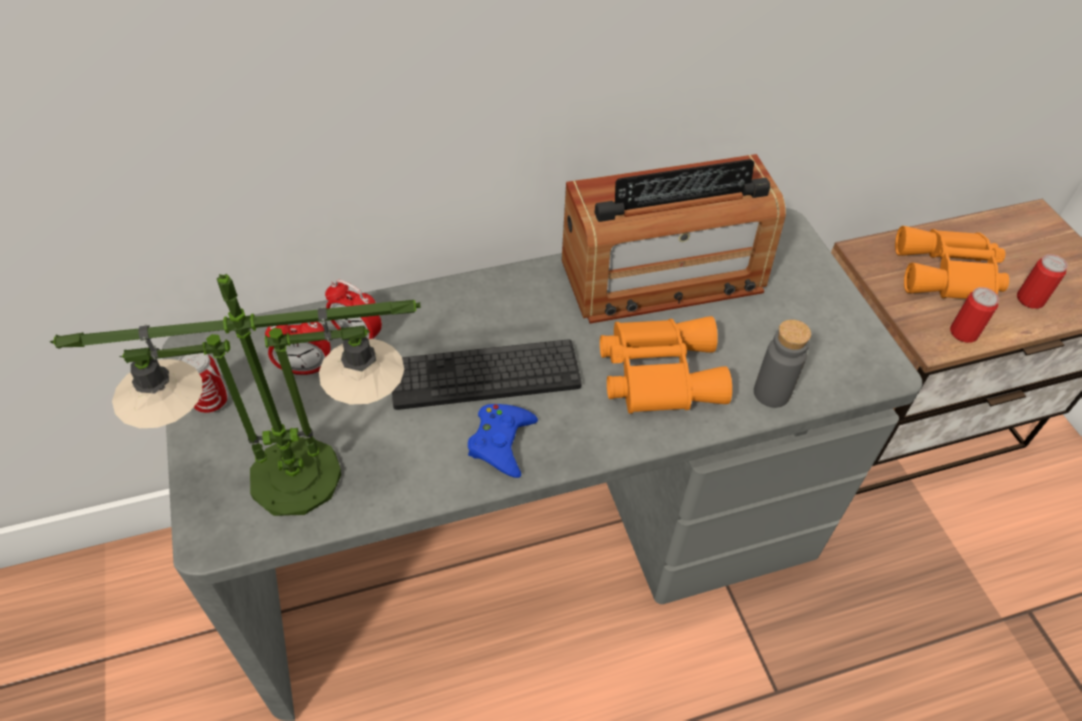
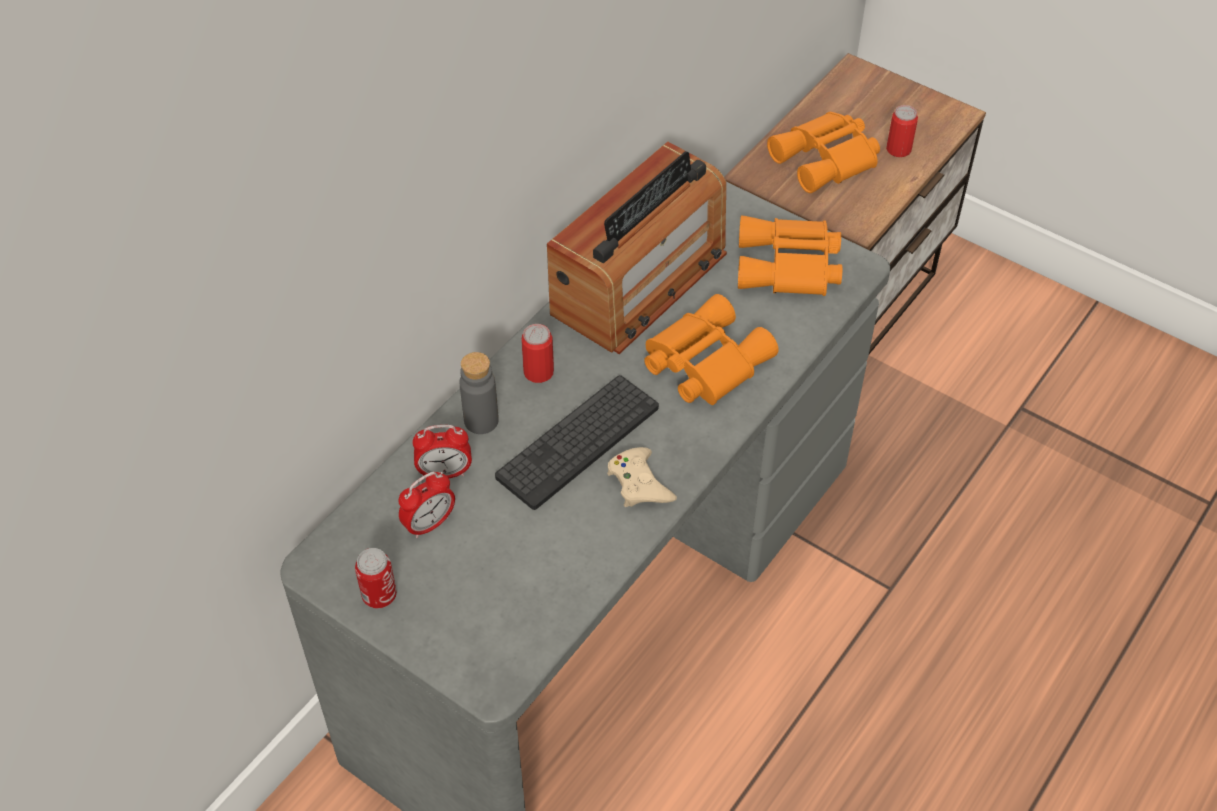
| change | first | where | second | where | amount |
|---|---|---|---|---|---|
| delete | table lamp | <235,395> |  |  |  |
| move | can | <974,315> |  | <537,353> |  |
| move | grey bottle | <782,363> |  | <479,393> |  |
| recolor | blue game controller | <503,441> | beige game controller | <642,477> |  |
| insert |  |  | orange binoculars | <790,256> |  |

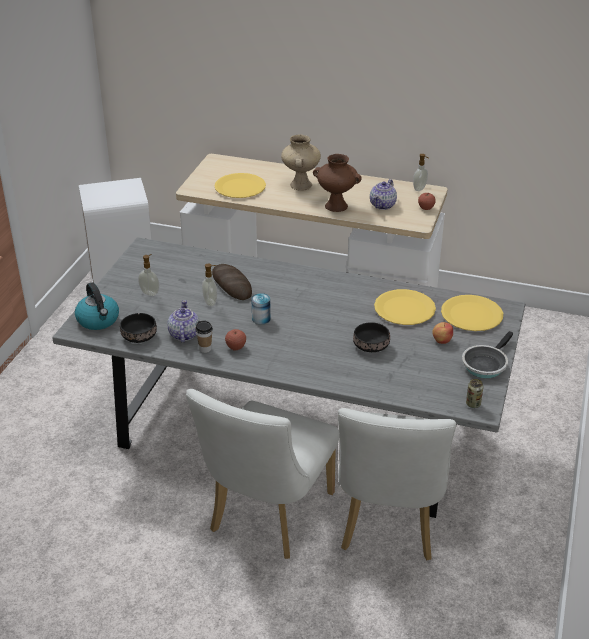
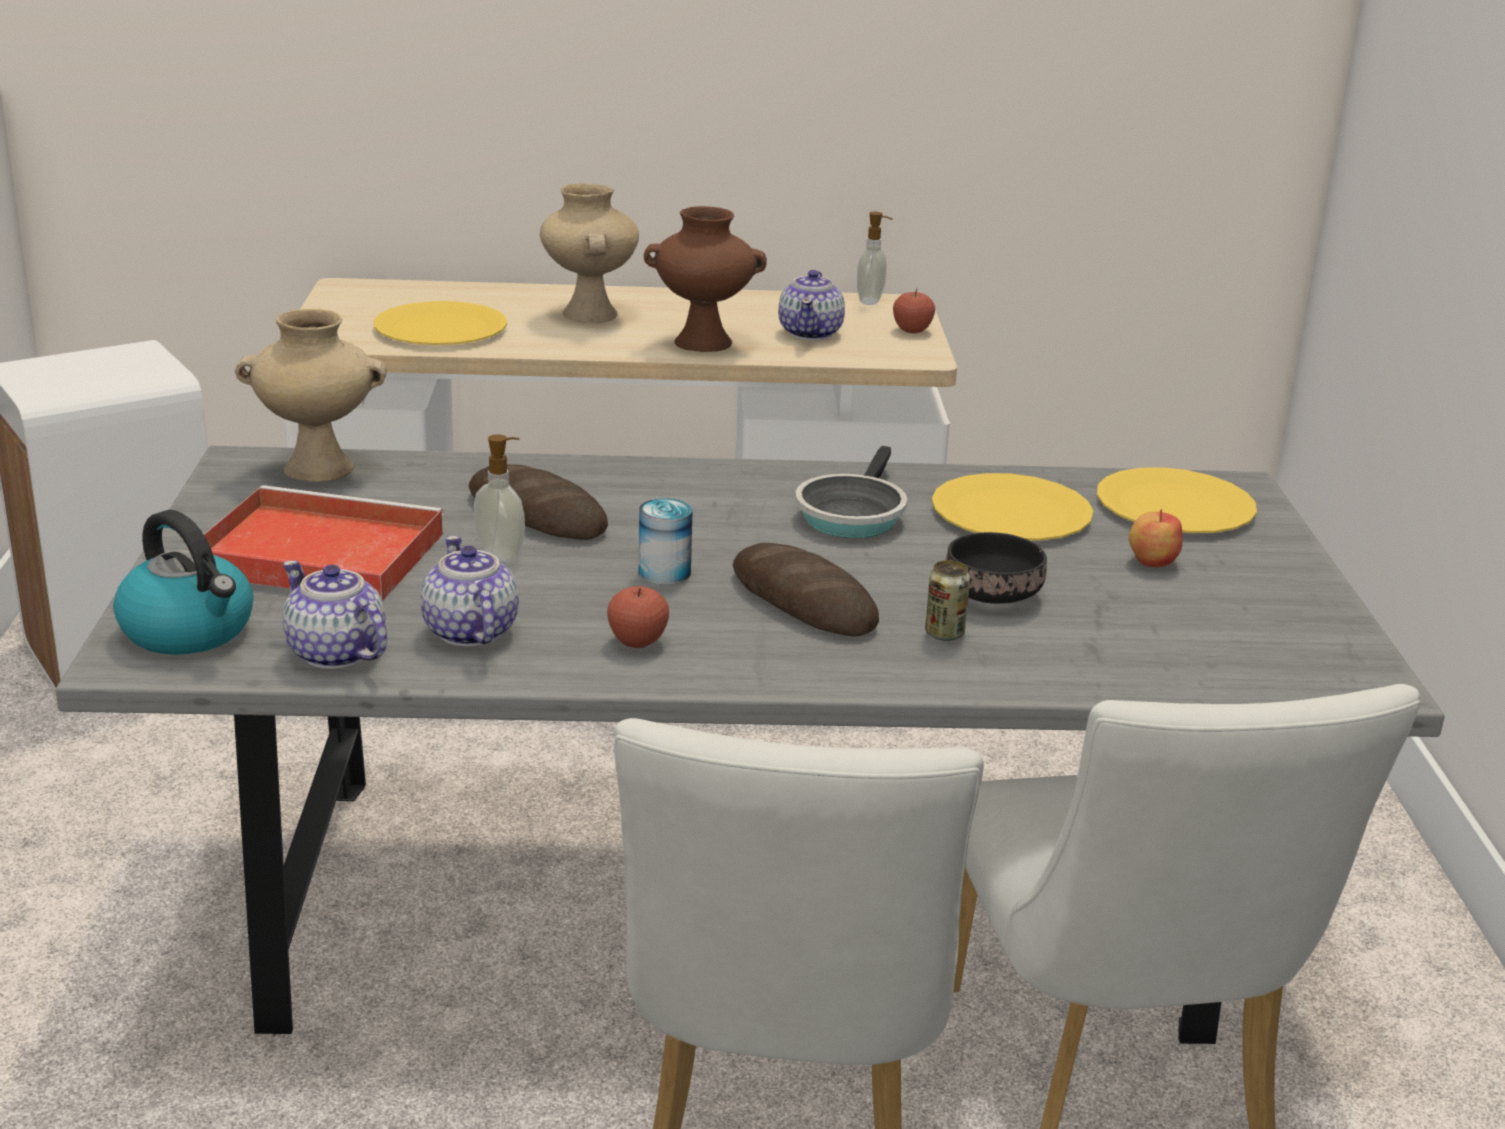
| change | first | where | second | where | amount |
|---|---|---|---|---|---|
| replace | soap dispenser | <148,275> | red tray | <315,543> |  |
| replace | black bowl | <138,328> | teapot | <335,615> |  |
| delete | cup | <204,336> |  |  |  |
| move | frying pan | <487,354> |  | <851,492> |  |
| move | can | <474,393> |  | <947,600> |  |
| insert |  |  | beige vase | <311,395> |  |
| insert |  |  | bread | <806,590> |  |

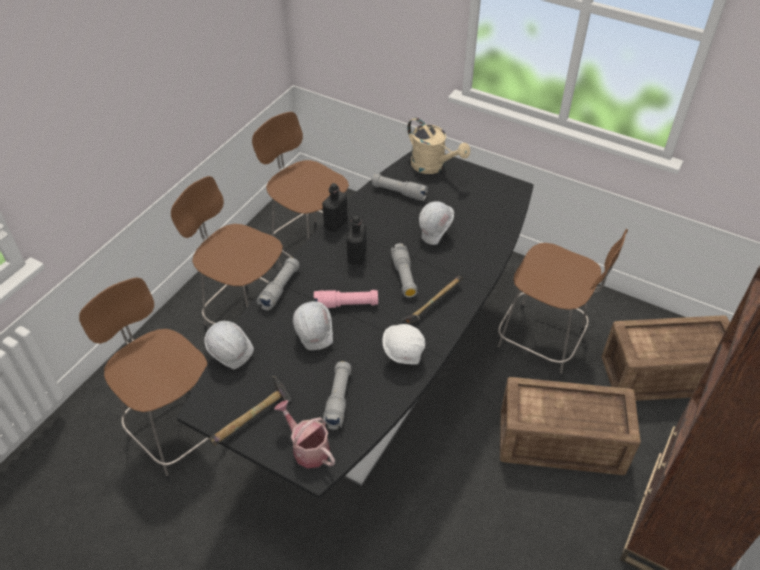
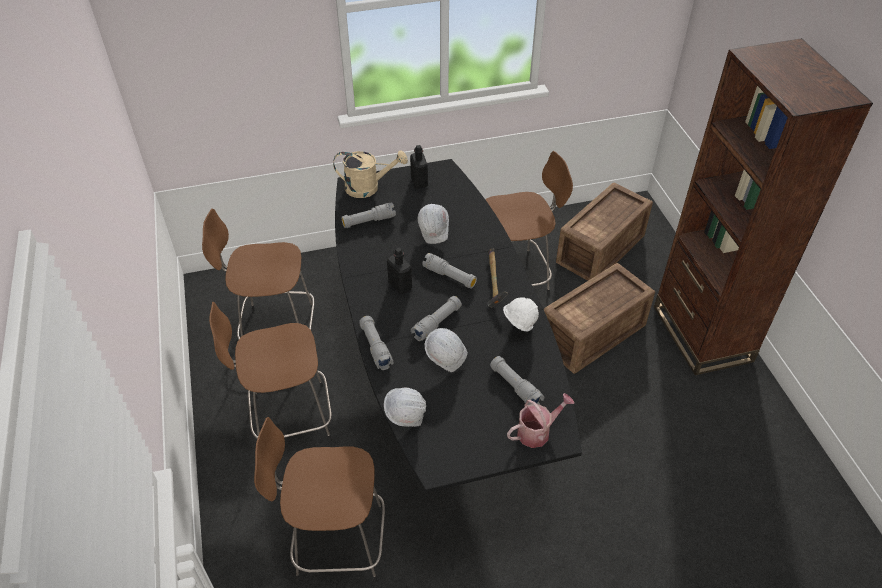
| change | first | where | second | where | amount |
|---|---|---|---|---|---|
| move | black bottle | <335,207> |  | <419,167> |  |
| recolor | pink flashlight | <346,299> | grey flashlight | <436,318> |  |
| delete | hammer | <250,411> |  |  |  |
| rotate | watering can | <304,434> |  | <541,420> | 150 degrees clockwise |

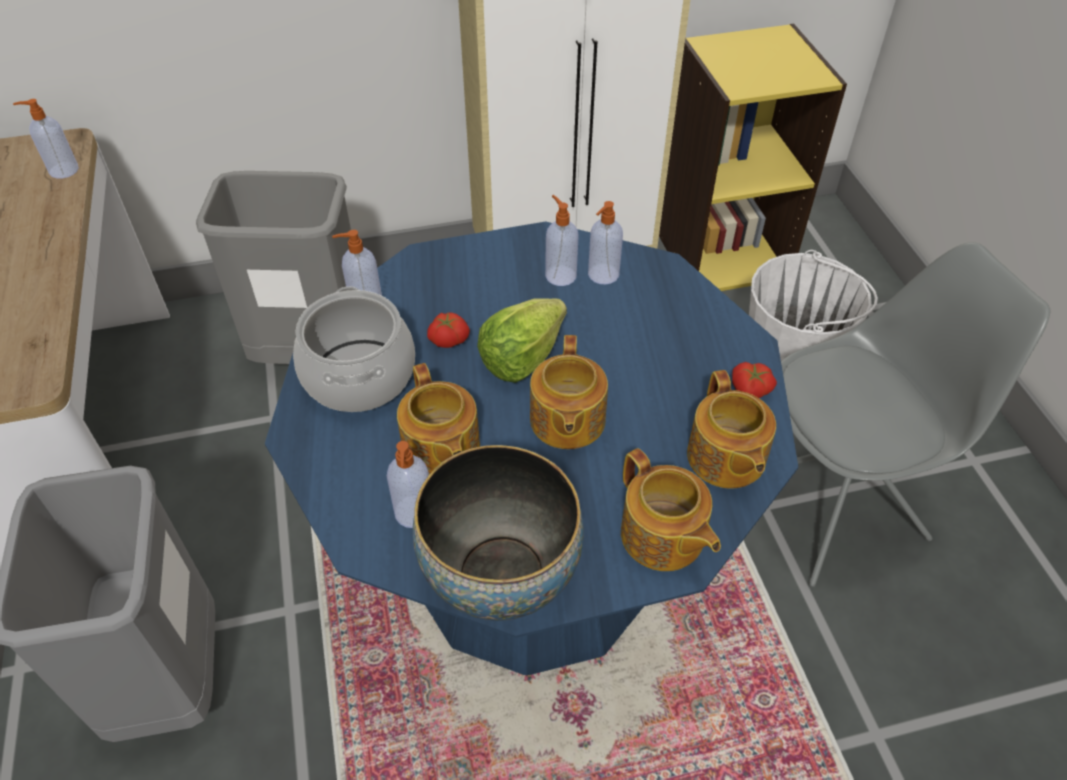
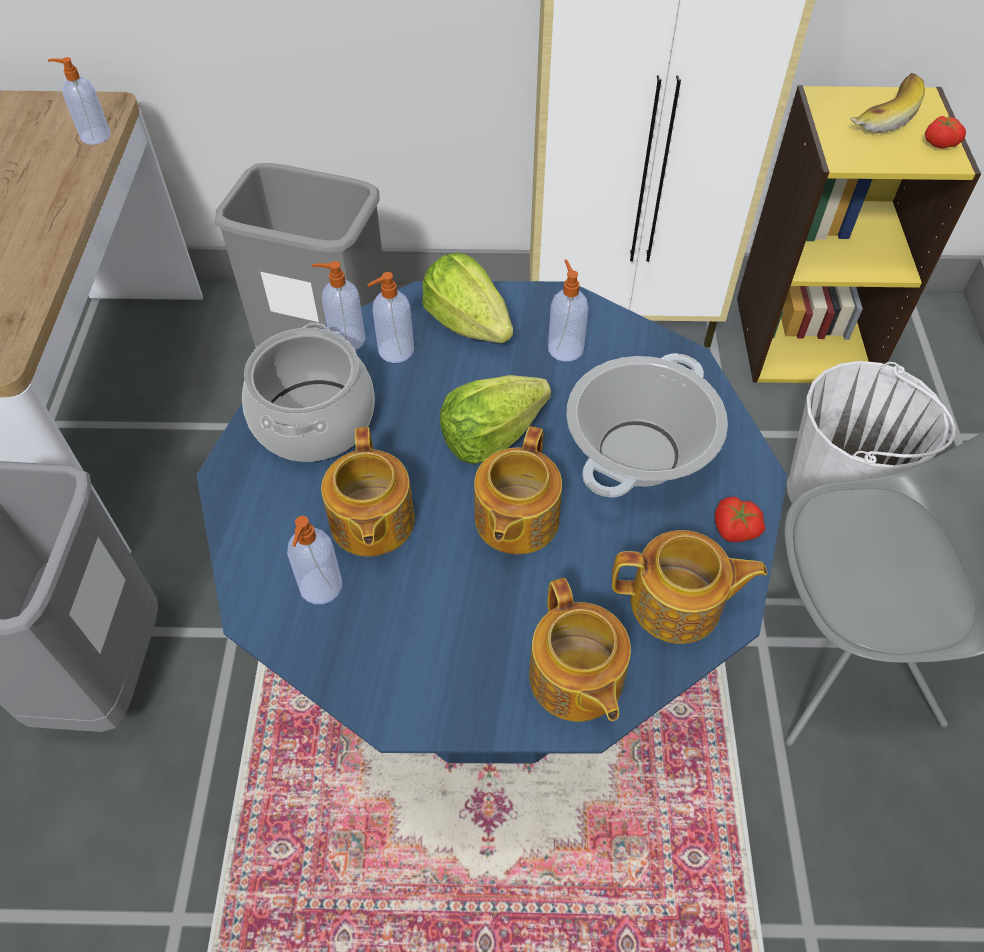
| change | first | where | second | where | amount |
|---|---|---|---|---|---|
| move | soap dispenser | <605,243> |  | <390,317> |  |
| move | tomato | <448,330> |  | <945,132> |  |
| rotate | teapot | <731,429> |  | <689,587> | 90 degrees counterclockwise |
| delete | bowl | <498,533> |  |  |  |
| insert |  |  | banana | <887,103> |  |
| insert |  |  | lettuce | <467,297> |  |
| insert |  |  | cooking pot | <647,425> |  |

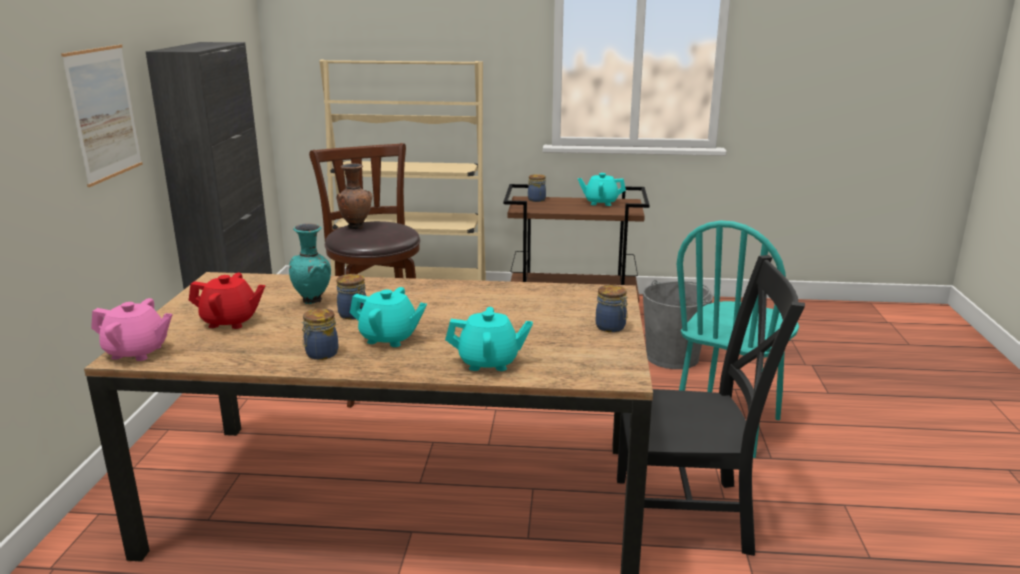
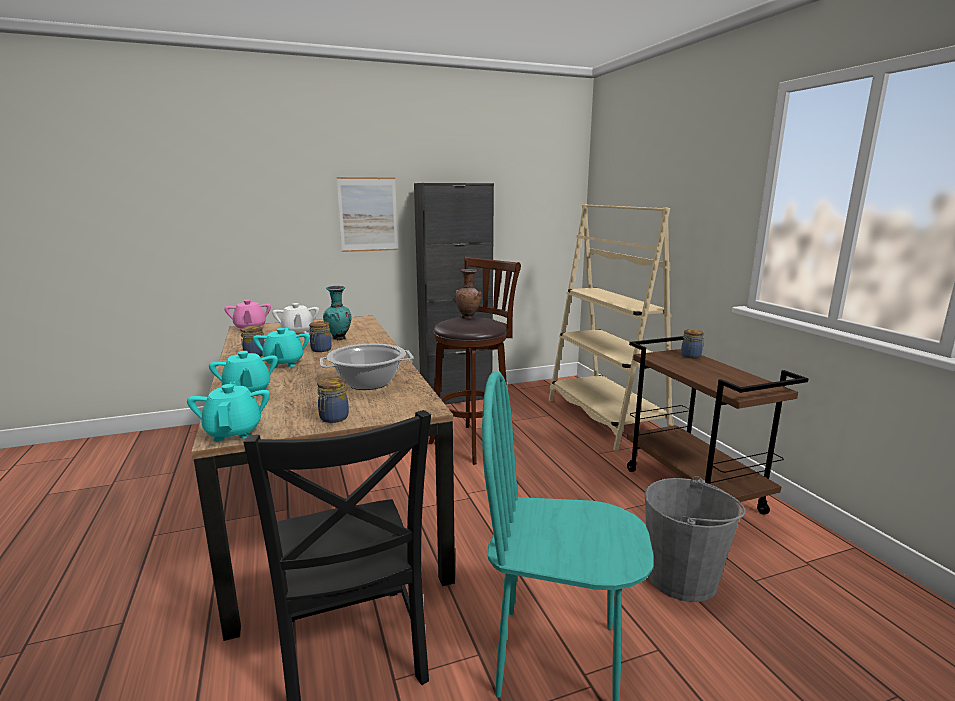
| change | first | where | second | where | amount |
|---|---|---|---|---|---|
| move | turquoise teapot | <602,189> |  | <228,411> |  |
| recolor | red teapot | <227,301> | white teapot | <295,318> |  |
| insert |  |  | cooking pot | <367,367> |  |

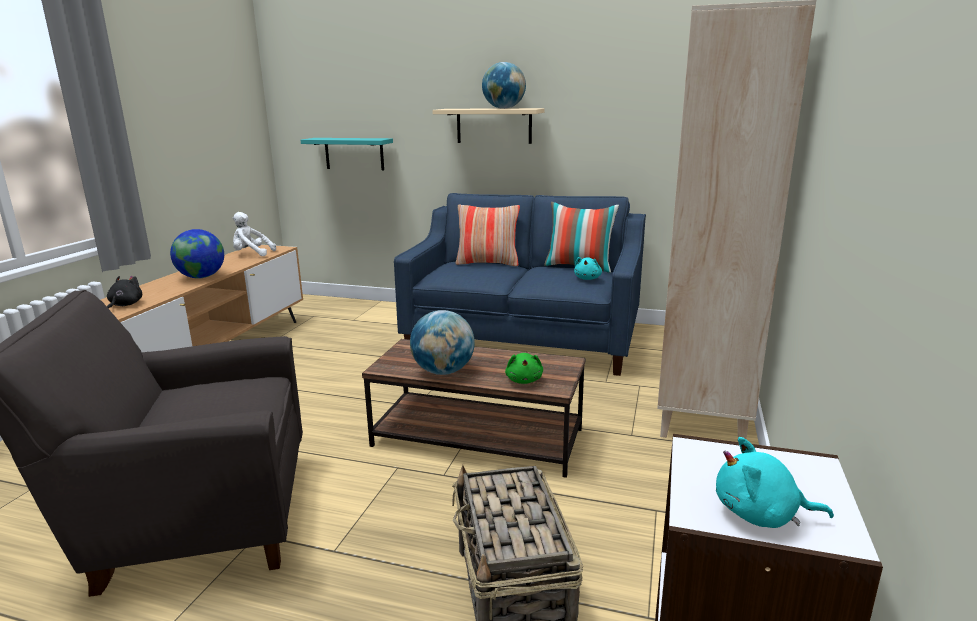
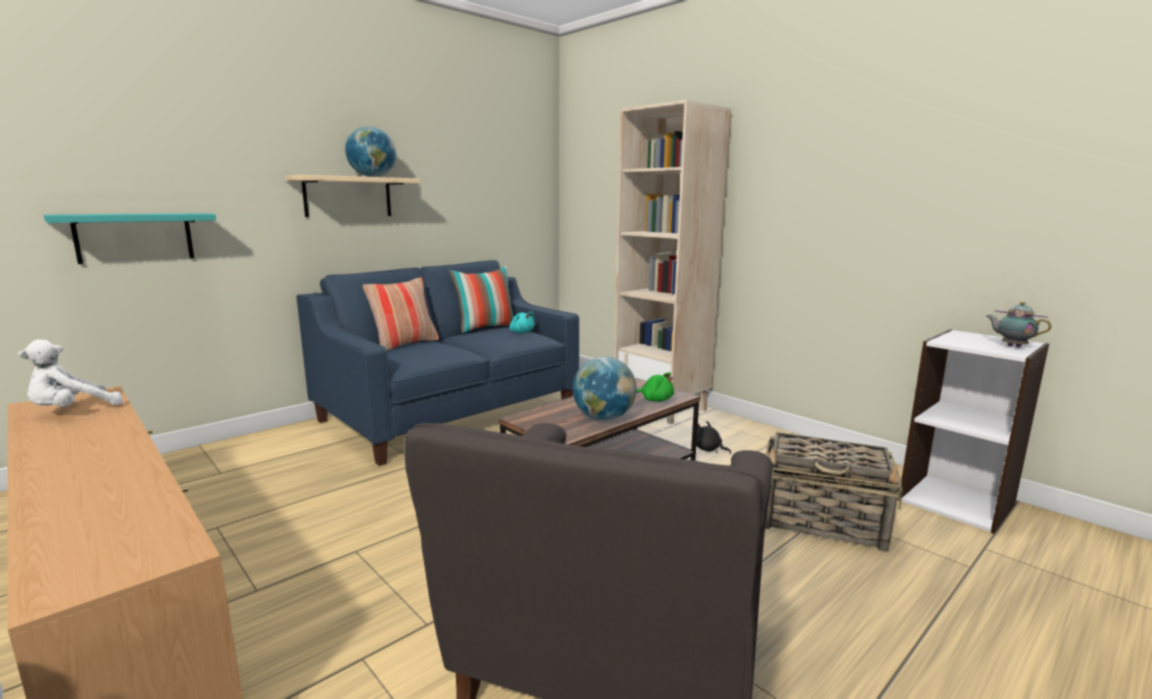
| change | first | where | second | where | amount |
|---|---|---|---|---|---|
| delete | globe | <197,254> |  |  |  |
| move | black plush toy | <124,292> |  | <713,437> |  |
| replace | turquoise plush toy | <775,482> | teapot | <1019,325> |  |

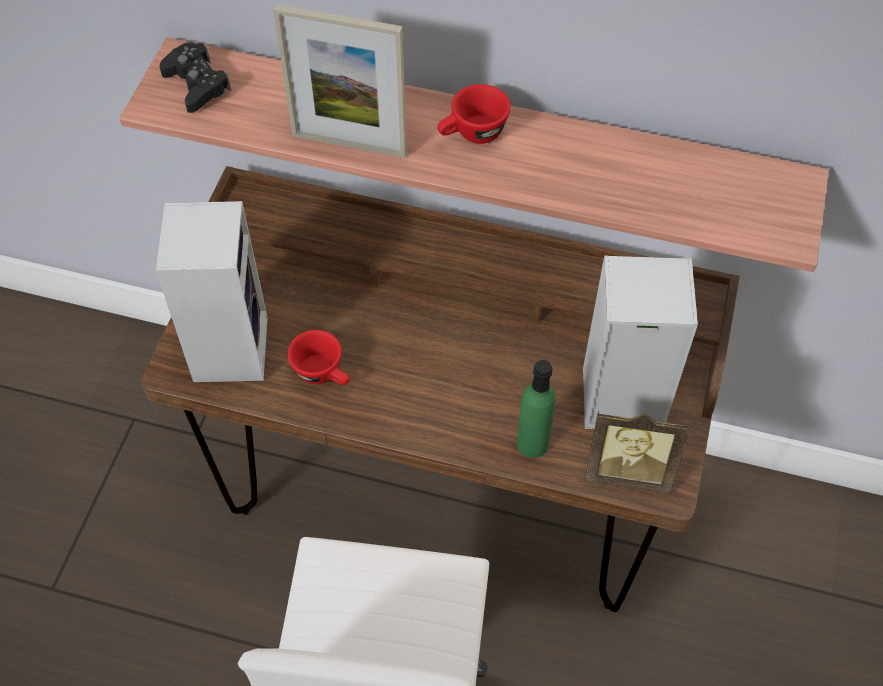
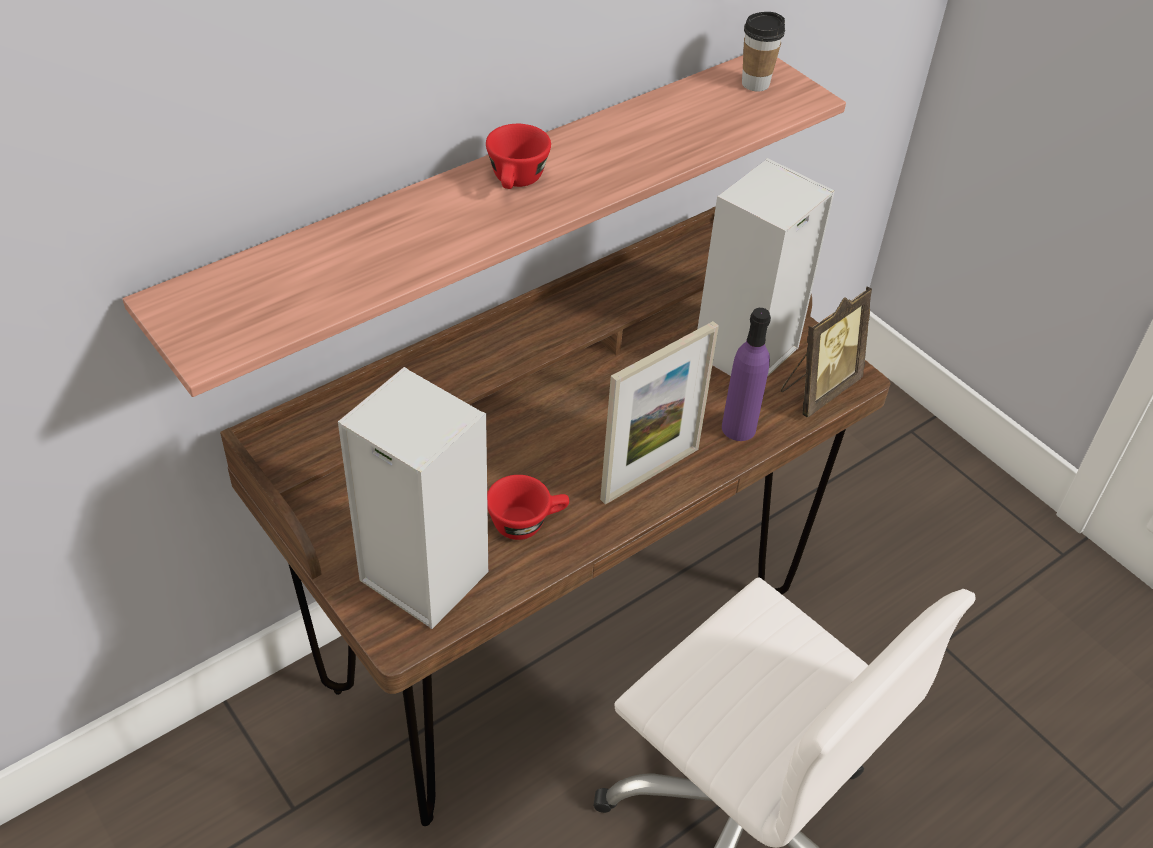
| change | first | where | second | where | amount |
|---|---|---|---|---|---|
| move | picture frame | <340,81> |  | <659,412> |  |
| delete | black game controller | <195,77> |  |  |  |
| recolor | green bottle | <536,409> | purple bottle | <746,374> |  |
| insert |  |  | cup | <763,51> |  |

